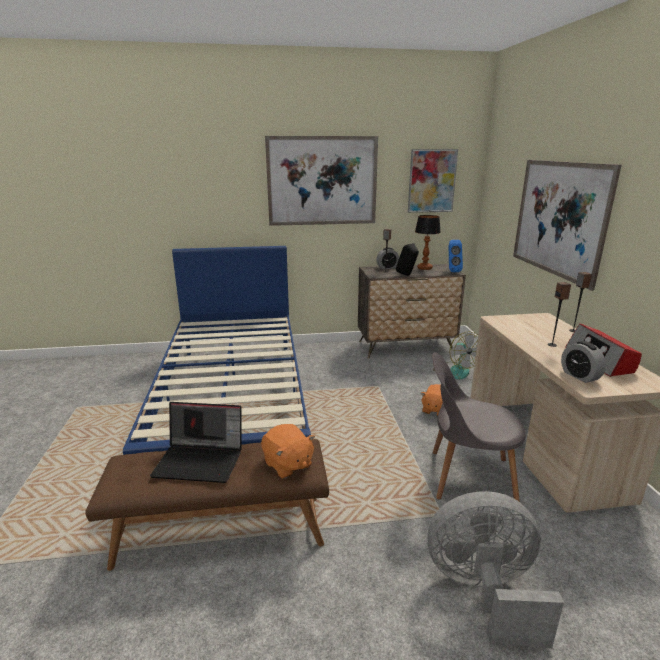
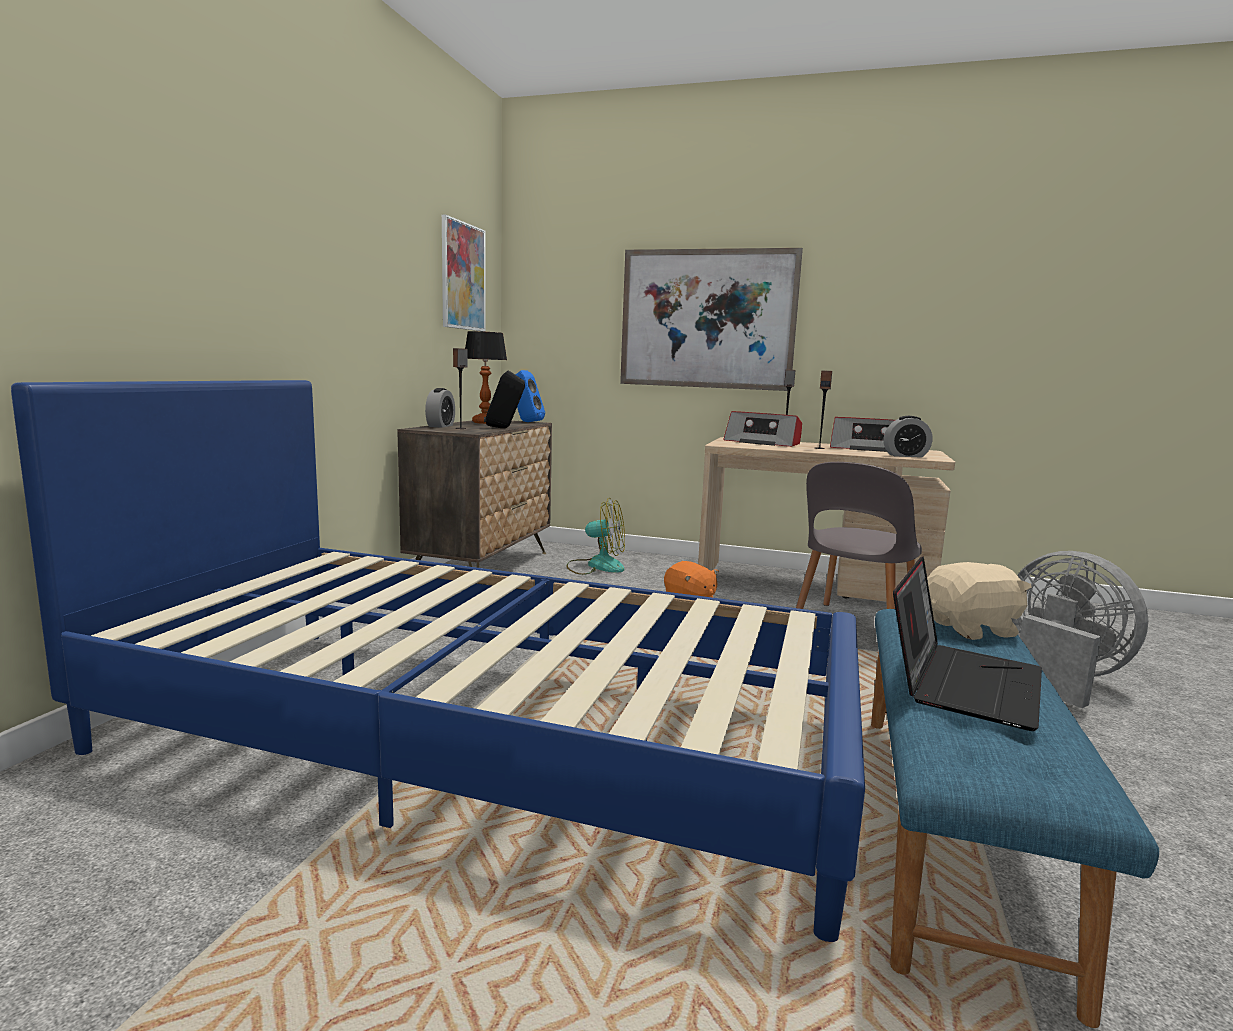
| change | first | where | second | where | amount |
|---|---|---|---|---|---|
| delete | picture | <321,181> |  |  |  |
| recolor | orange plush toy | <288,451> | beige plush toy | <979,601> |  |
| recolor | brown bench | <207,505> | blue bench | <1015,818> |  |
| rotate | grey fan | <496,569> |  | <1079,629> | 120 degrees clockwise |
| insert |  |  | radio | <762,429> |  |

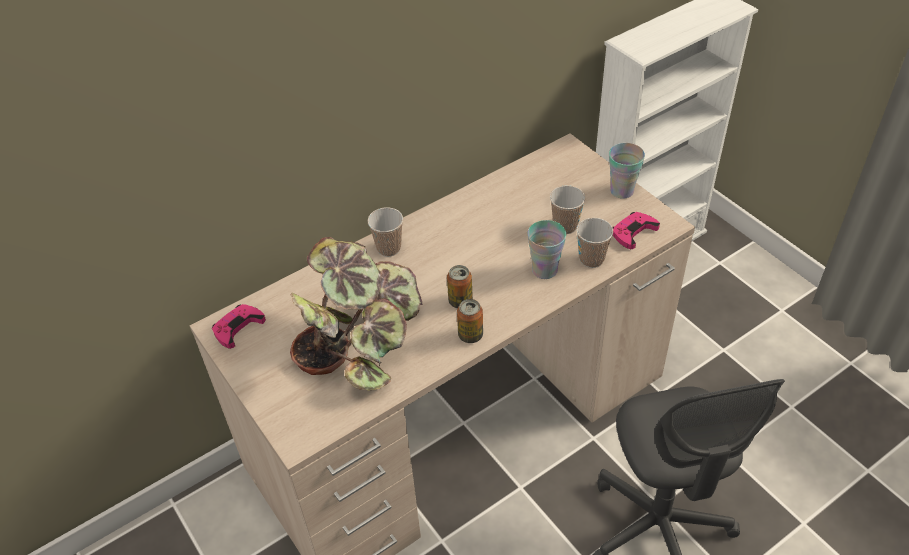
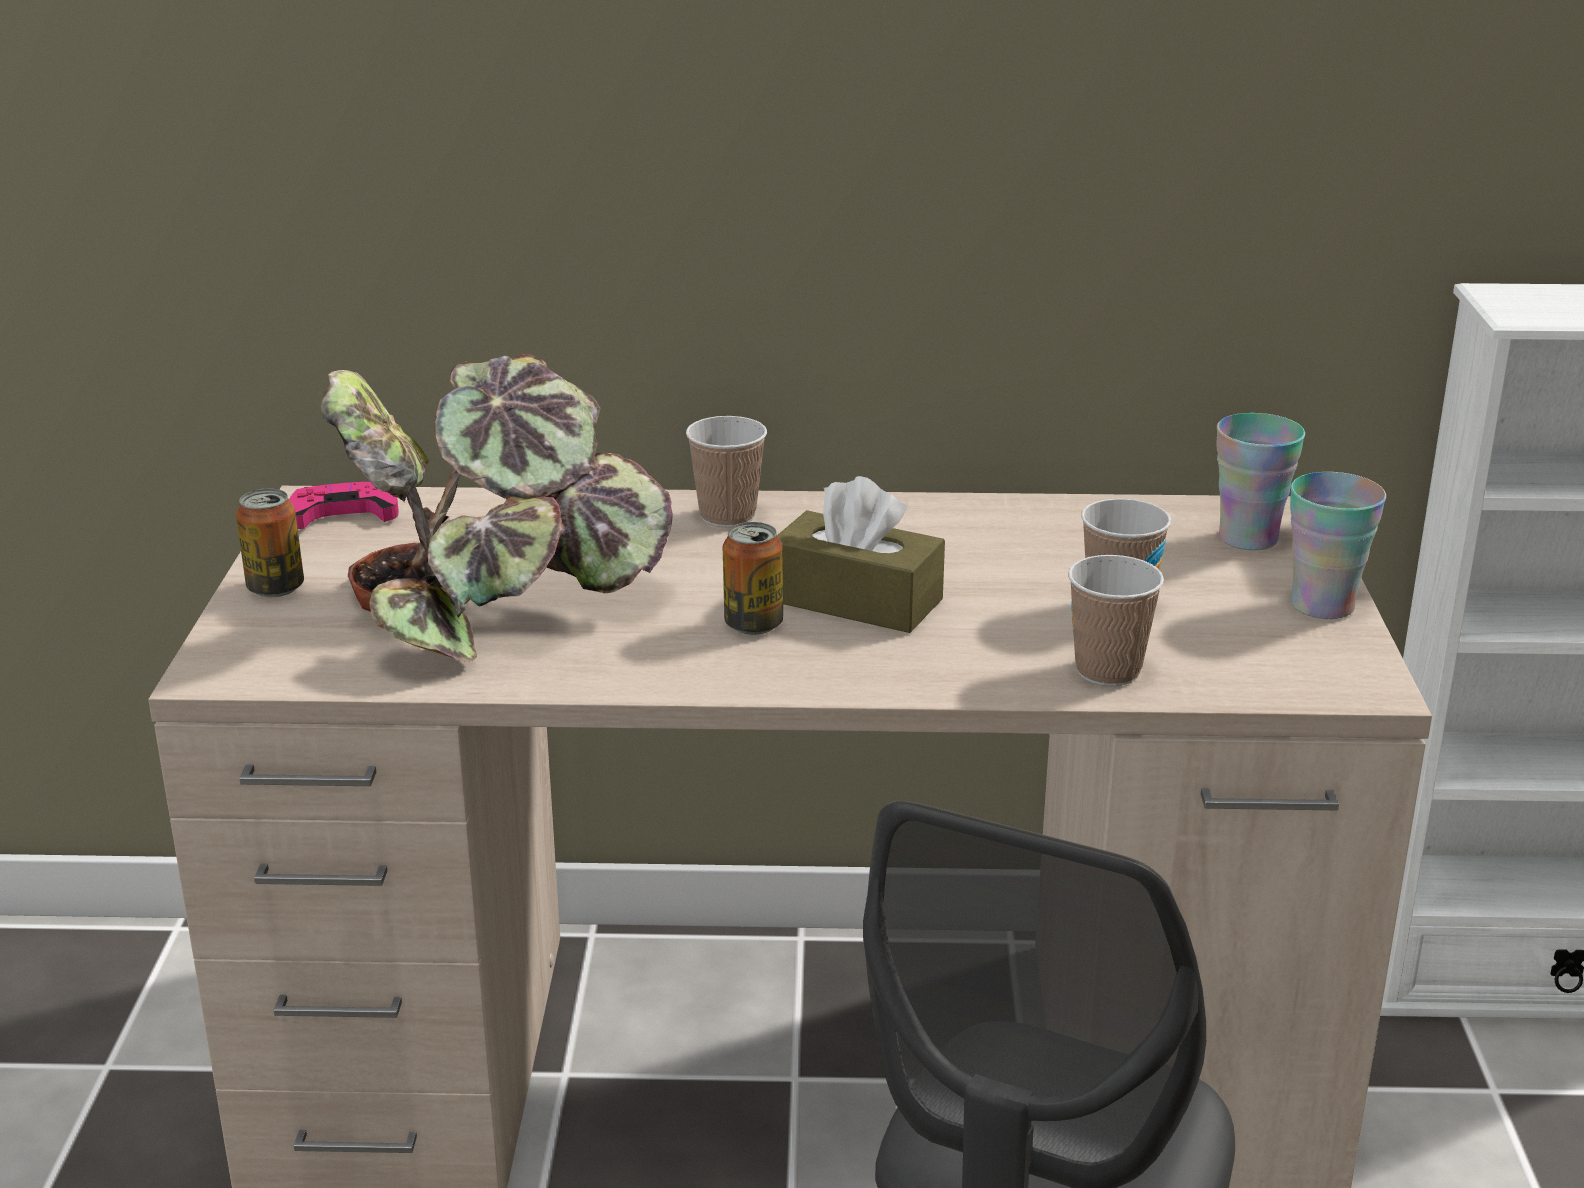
| change | first | where | second | where | amount |
|---|---|---|---|---|---|
| delete | pink game controller | <636,230> |  |  |  |
| move | cup | <546,249> |  | <1261,481> |  |
| move | can | <470,321> |  | <270,542> |  |
| insert |  |  | brown tissue box | <861,554> |  |

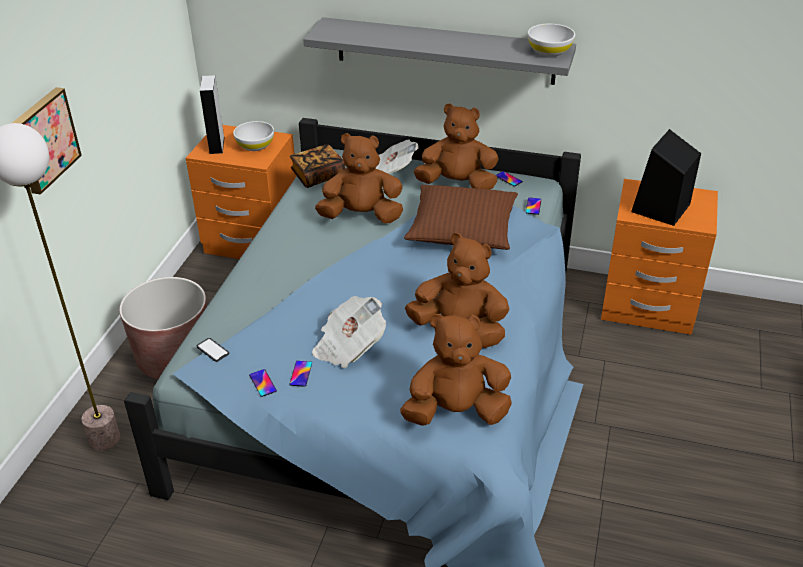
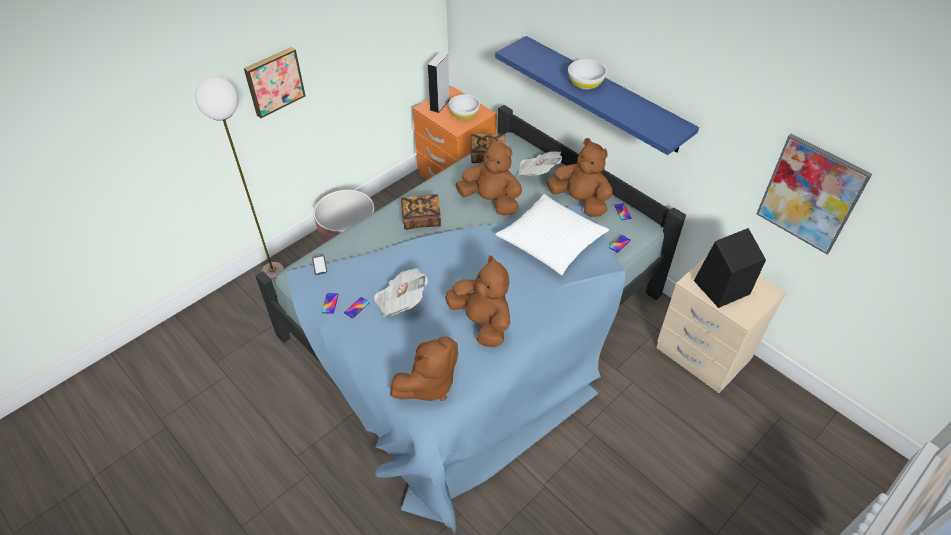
| change | first | where | second | where | amount |
|---|---|---|---|---|---|
| recolor | grey shelf | <439,51> | blue shelf | <597,95> |  |
| move | white bowl | <551,40> |  | <587,74> |  |
| recolor | orange nightstand | <659,257> | beige nightstand | <721,324> |  |
| recolor | brown pillow | <461,217> | white pillow | <552,234> |  |
| rotate | brown plush toy | <456,370> |  | <424,368> | 120 degrees clockwise |
| insert |  |  | picture | <814,194> |  |
| insert |  |  | book | <421,212> |  |

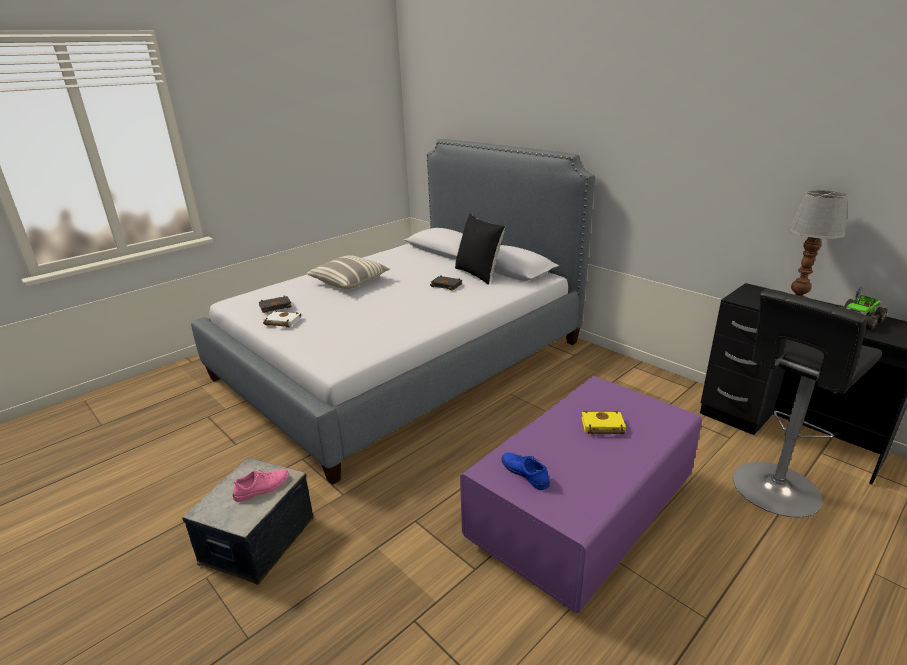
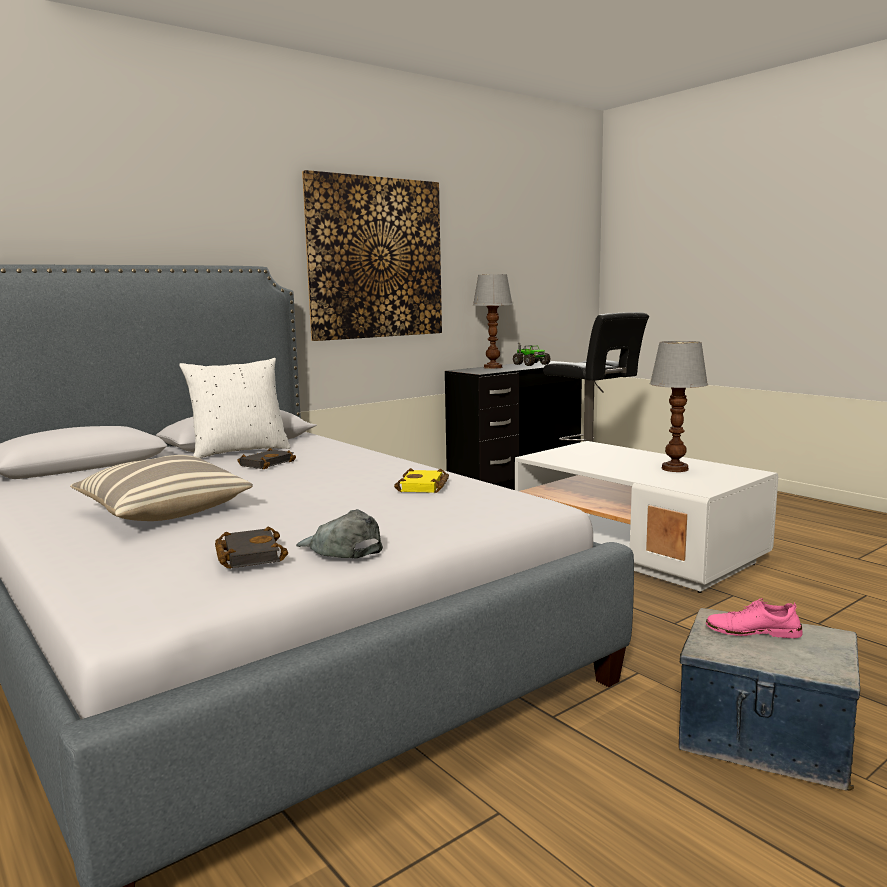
| change | first | where | second | where | amount |
|---|---|---|---|---|---|
| recolor | black pillow | <480,249> | white pillow | <234,408> |  |
| replace | white book | <282,318> | grey cap | <339,533> |  |
| recolor | purple coffee table | <581,494> | white coffee table | <646,517> |  |
| move | yellow book | <603,422> |  | <421,480> |  |
| delete | blue shoe | <525,471> |  |  |  |
| rotate | pink shoe | <261,485> |  | <754,618> | 45 degrees counterclockwise |
| insert |  |  | picture | <372,255> |  |
| insert |  |  | table lamp | <678,406> |  |

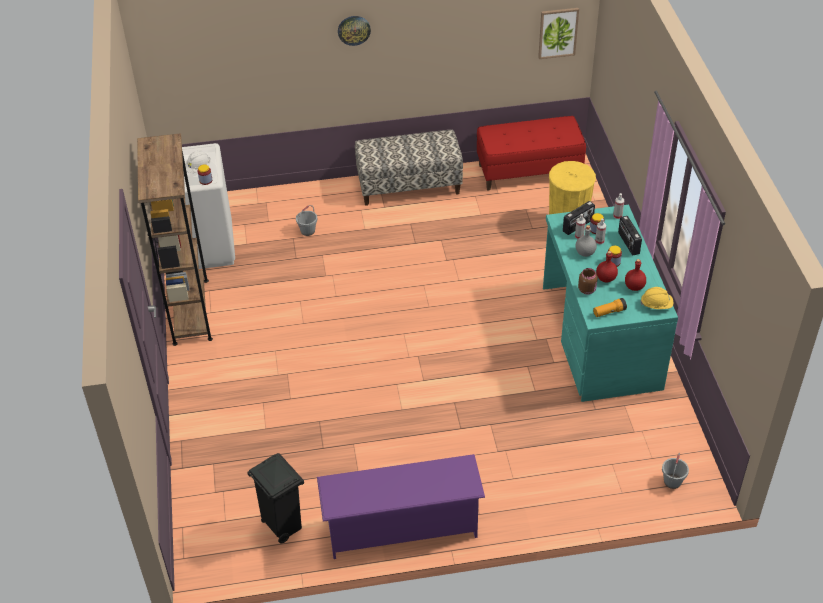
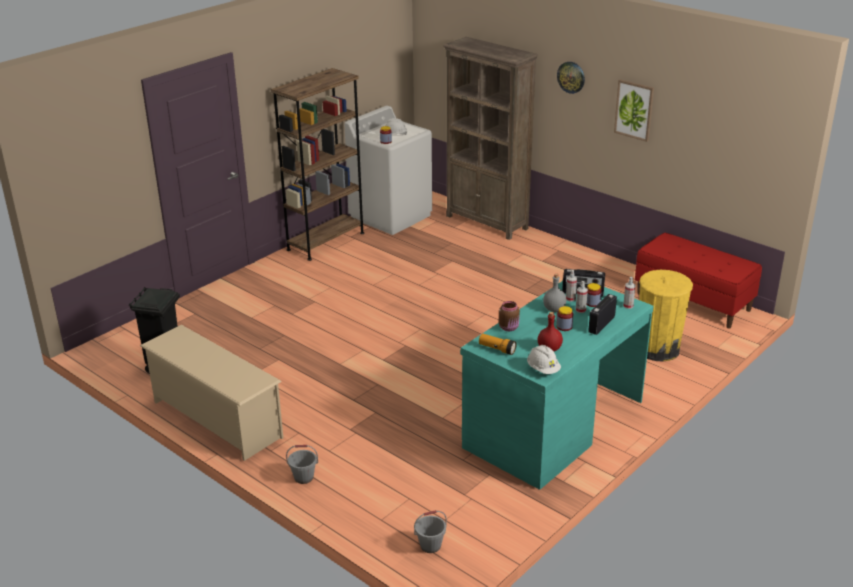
| change | first | where | second | where | amount |
|---|---|---|---|---|---|
| move | picture | <558,33> |  | <634,110> |  |
| delete | bench | <409,168> |  |  |  |
| move | grey bucket | <306,220> |  | <302,464> |  |
| delete | red bottle | <607,266> |  |  |  |
| recolor | yellow hard hat | <657,298> | white hard hat | <544,359> |  |
| recolor | purple shoe rack | <401,506> | beige shoe rack | <211,393> |  |
| insert |  |  | brown bookcase | <490,138> |  |

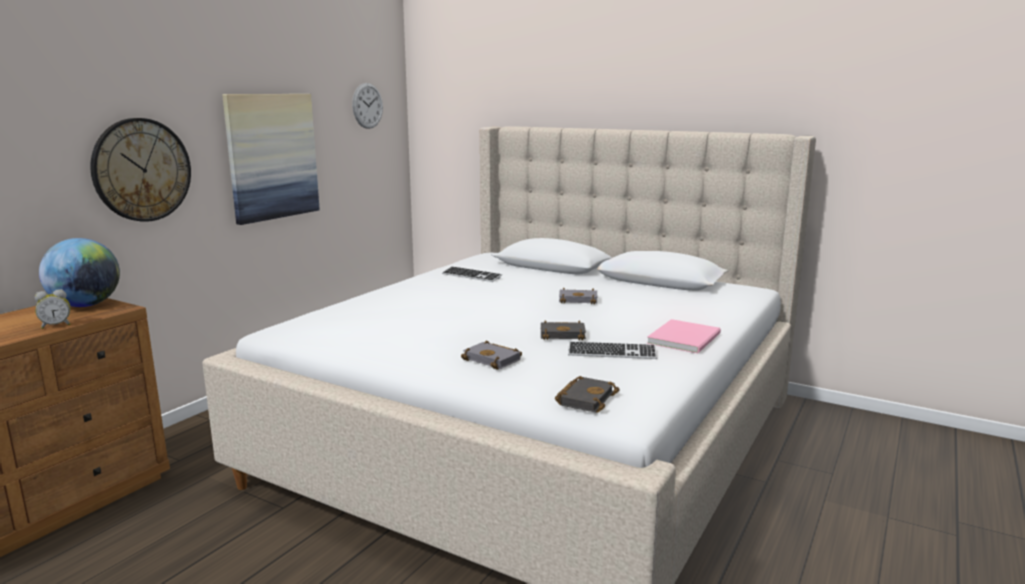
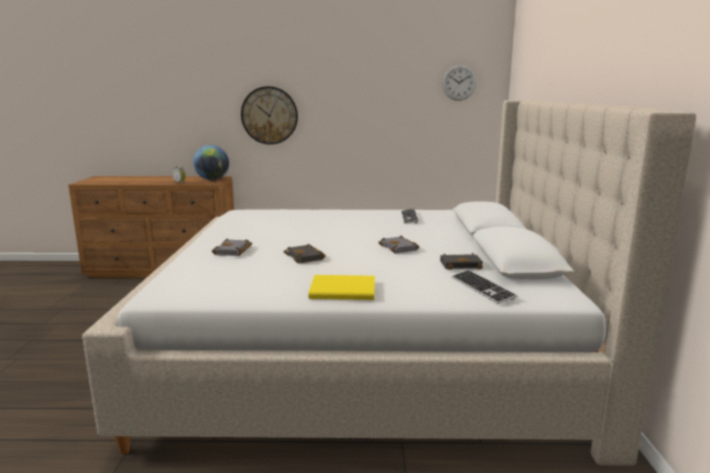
| change | first | where | second | where | amount |
|---|---|---|---|---|---|
| delete | picture | <271,159> |  |  |  |
| recolor | pink book | <684,336> | yellow book | <341,287> |  |
| move | keyboard | <612,350> |  | <484,287> |  |
| move | black book | <587,394> |  | <461,261> |  |

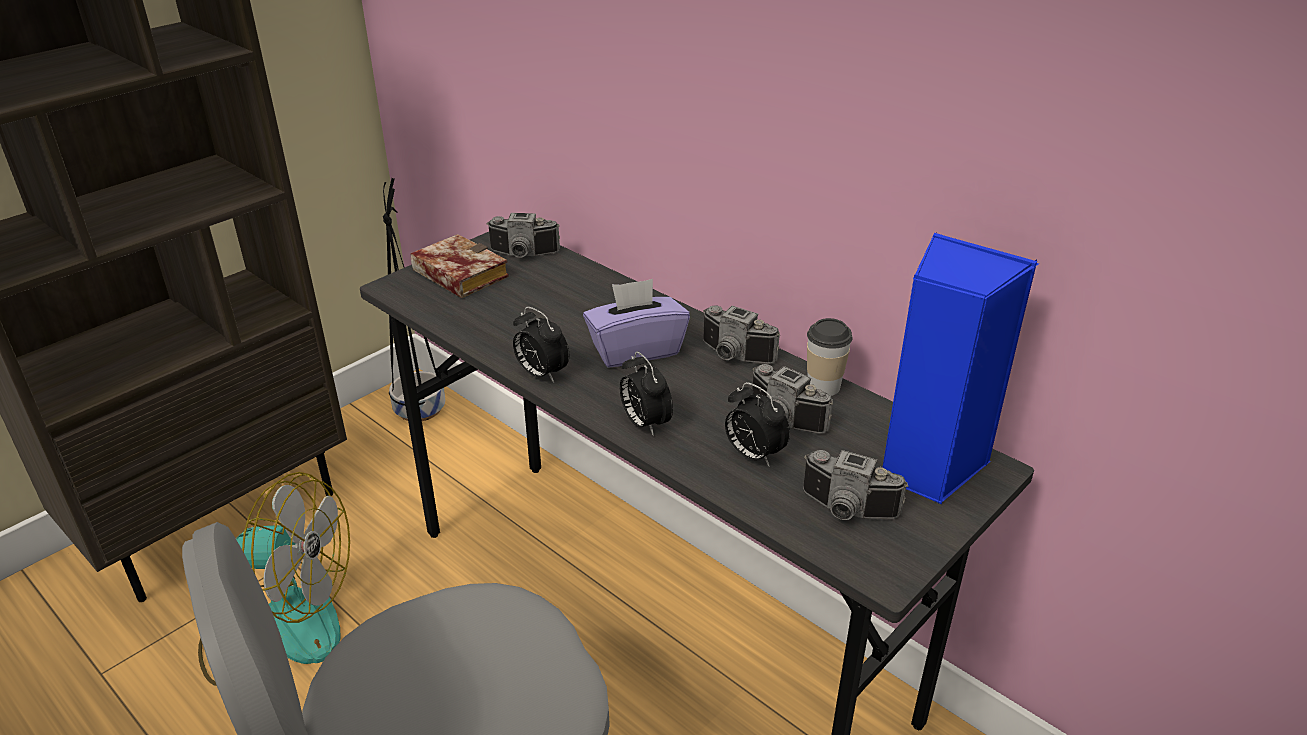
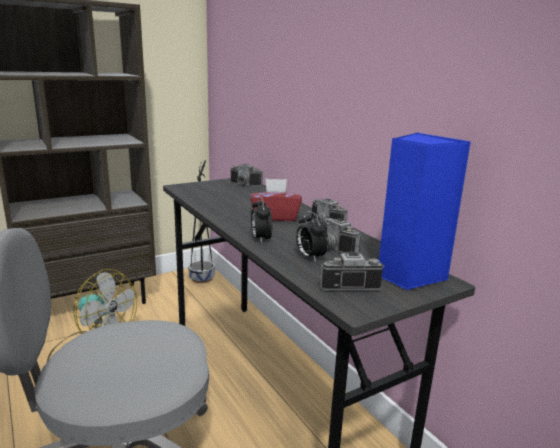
| change | first | where | second | where | amount |
|---|---|---|---|---|---|
| delete | book | <460,266> |  |  |  |
| recolor | purple tissue box | <636,323> | red tissue box | <276,199> |  |
| delete | alarm clock | <541,345> |  |  |  |
| delete | cup | <830,357> |  |  |  |
| rotate | photo camera | <855,485> |  | <352,271> | 135 degrees clockwise |

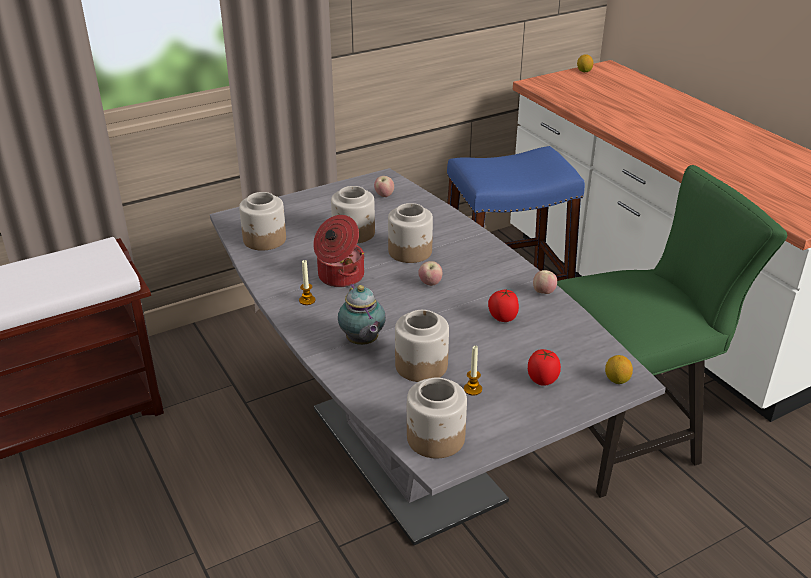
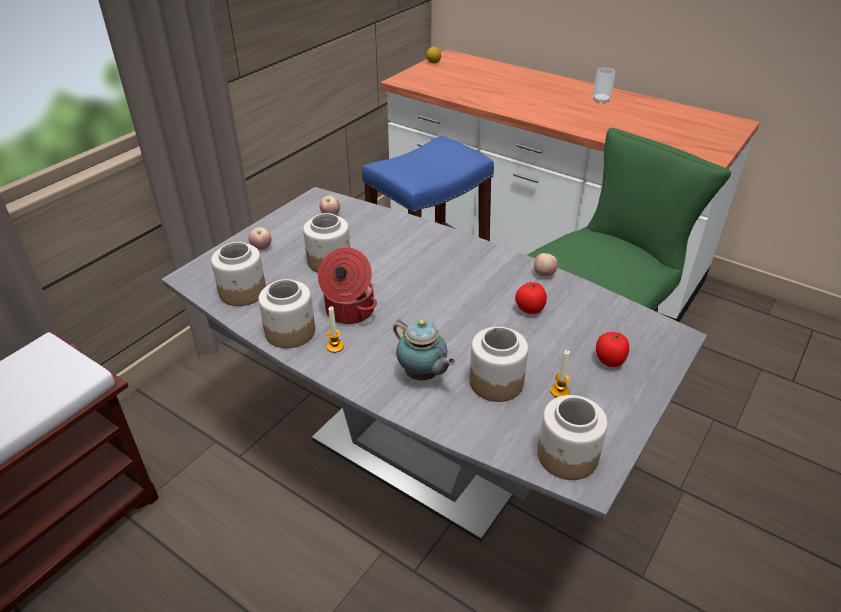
| change | first | where | second | where | amount |
|---|---|---|---|---|---|
| move | jar | <410,233> |  | <286,313> |  |
| move | apple | <430,273> |  | <259,238> |  |
| delete | lemon | <619,369> |  |  |  |
| insert |  |  | cup | <604,86> |  |

